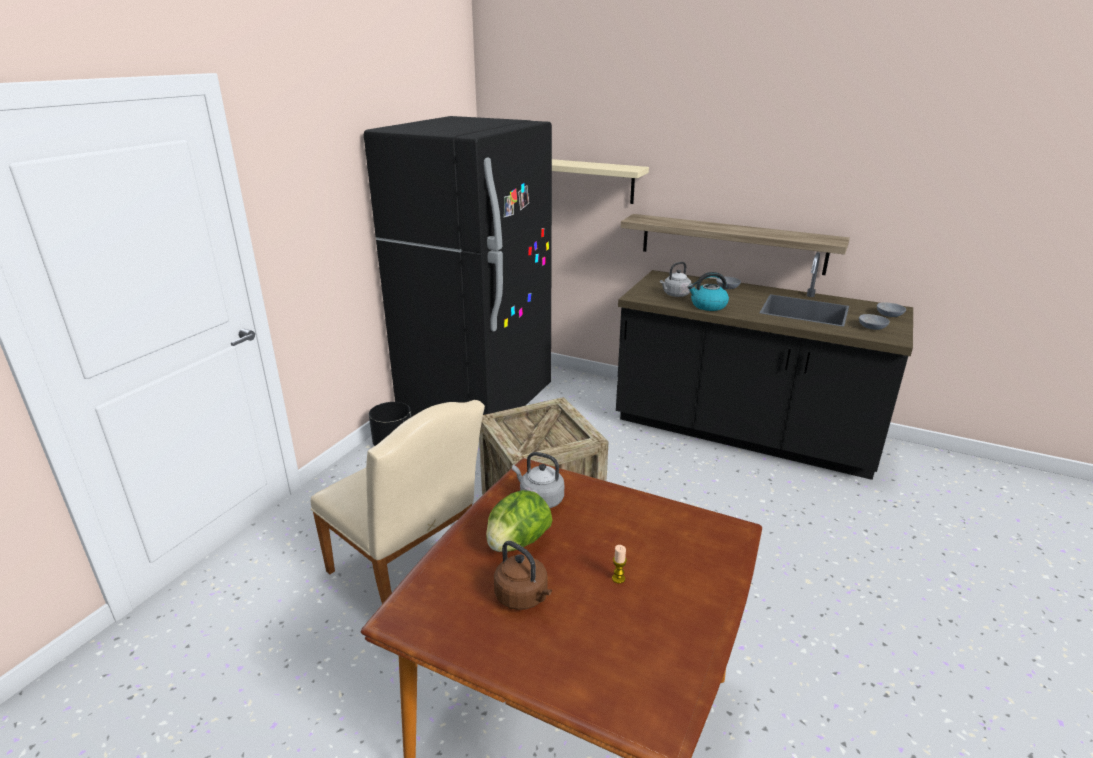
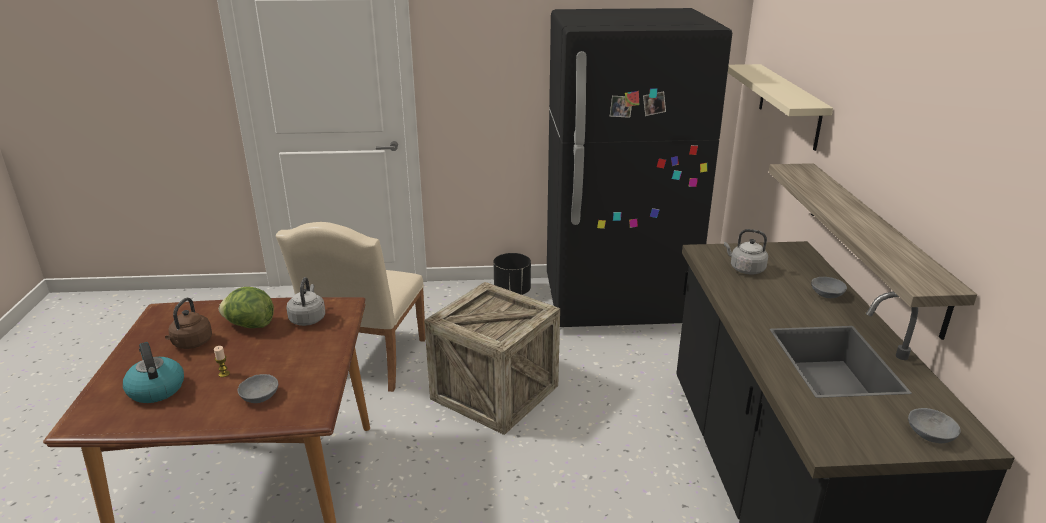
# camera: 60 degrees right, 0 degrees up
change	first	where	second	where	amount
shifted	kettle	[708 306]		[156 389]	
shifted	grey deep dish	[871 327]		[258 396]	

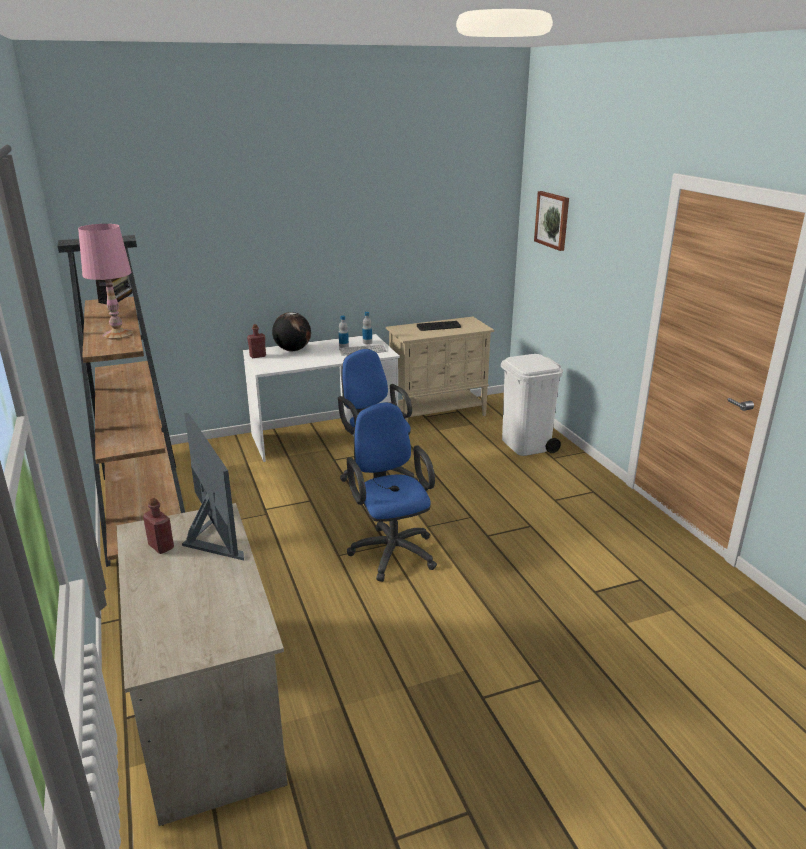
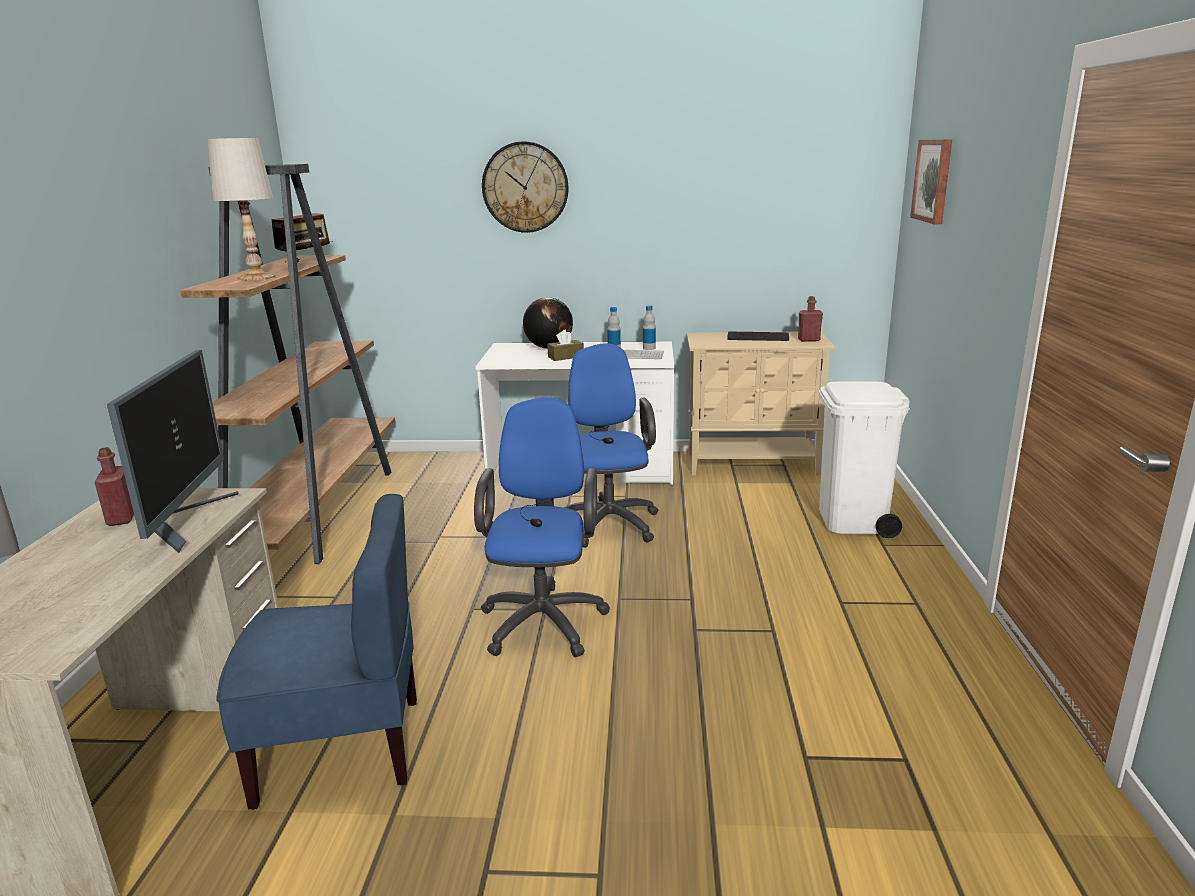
# camera: 25 degrees right, 5 degrees down
change	first	where	second	where	amount
repainted	pink-coloured table lamp	[118 334]	white table lamp	[257 277]	
shifted	red beverage bottle	[258 356]		[809 340]	
new			clock on the wall	[525 187]	
new			brownish tissue box	[566 357]	
new			blue upright chair	[341 748]	

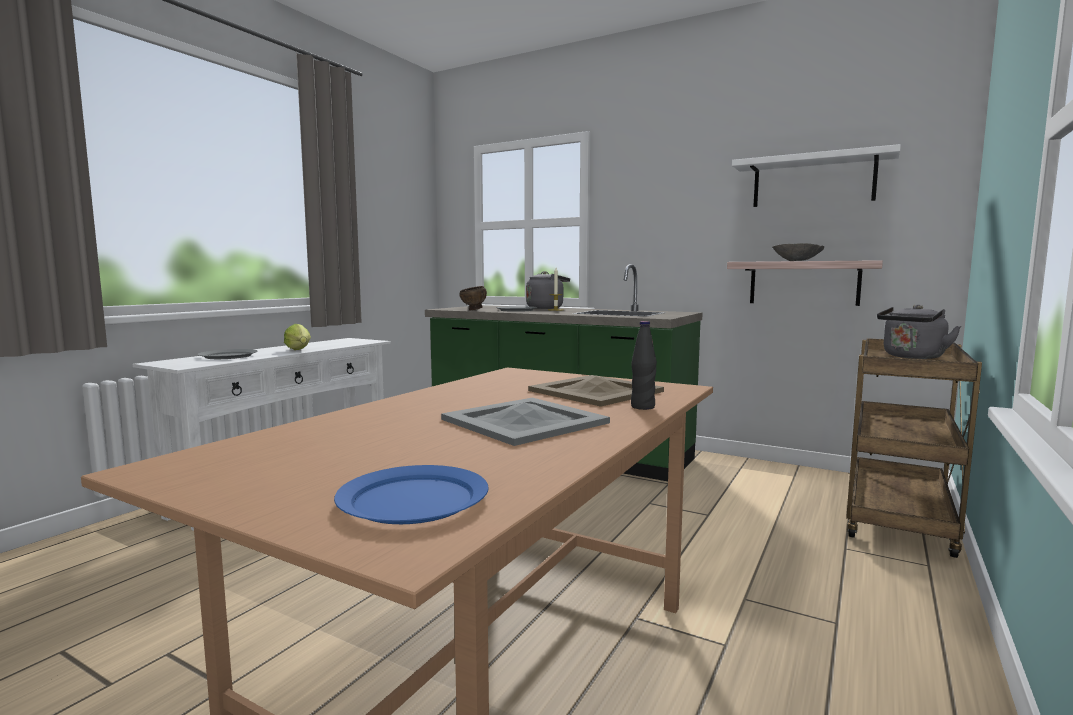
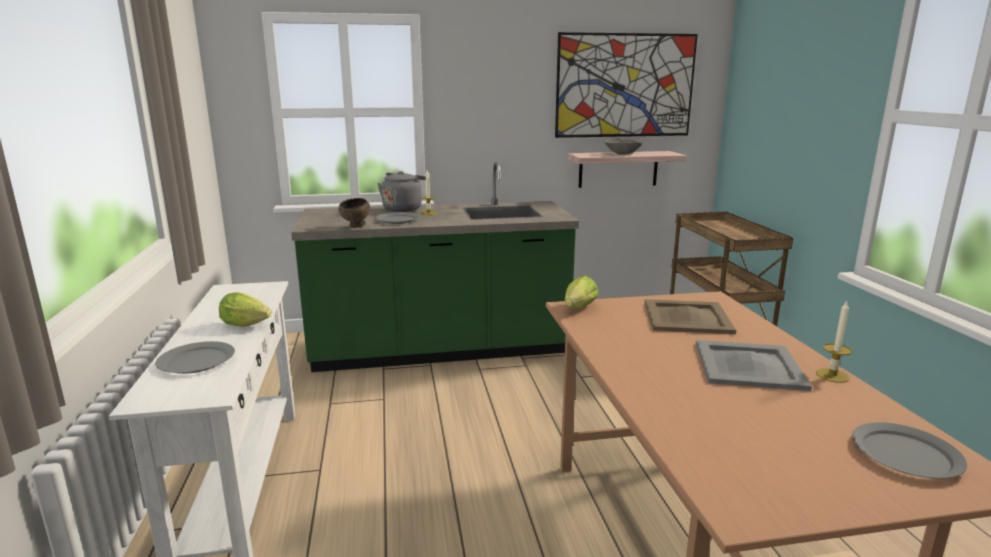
# camera: 40 degrees left, 10 degrees up
change	first	where	second	where	amount
swapped	white bracket shelf	[813 181]	picture	[625 86]	
gone	grey kettle	[912 357]			
gone	black beverage bottle	[642 407]			
repainted	blue plate	[412 500]	grey plate	[906 455]	
new			lettuce	[578 309]	
new			wax candle	[832 375]	

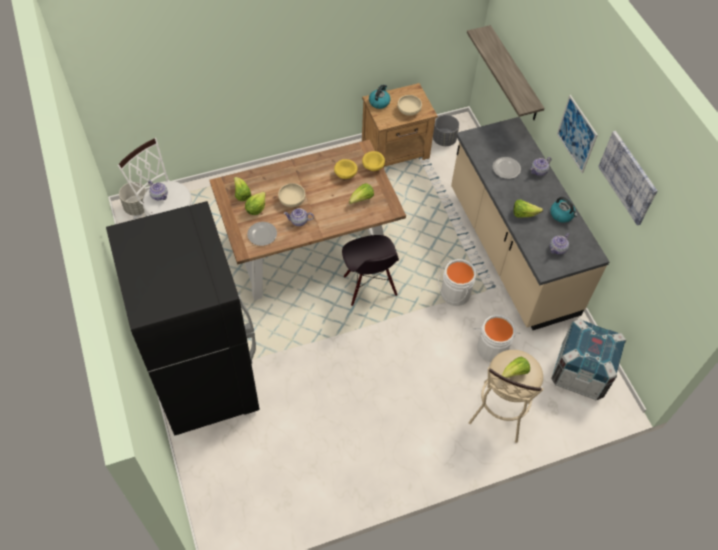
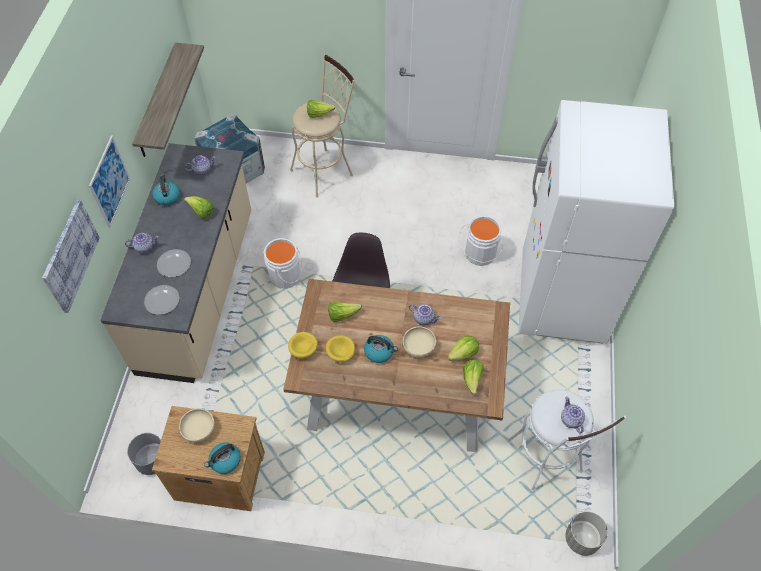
# camera: 150 degrees left, 0 degrees up
change	first	where	second	where	amount
shifted	bracket shelf	[514 74]		[157 101]	
shifted	picture	[628 177]		[70 256]	
repainted	black refrigerator	[205 380]	white refrigerator	[562 298]	
shifted	plate	[261 234]		[162 301]	
shifted	white bucket	[492 347]		[479 254]	
new			kettle	[379 352]	

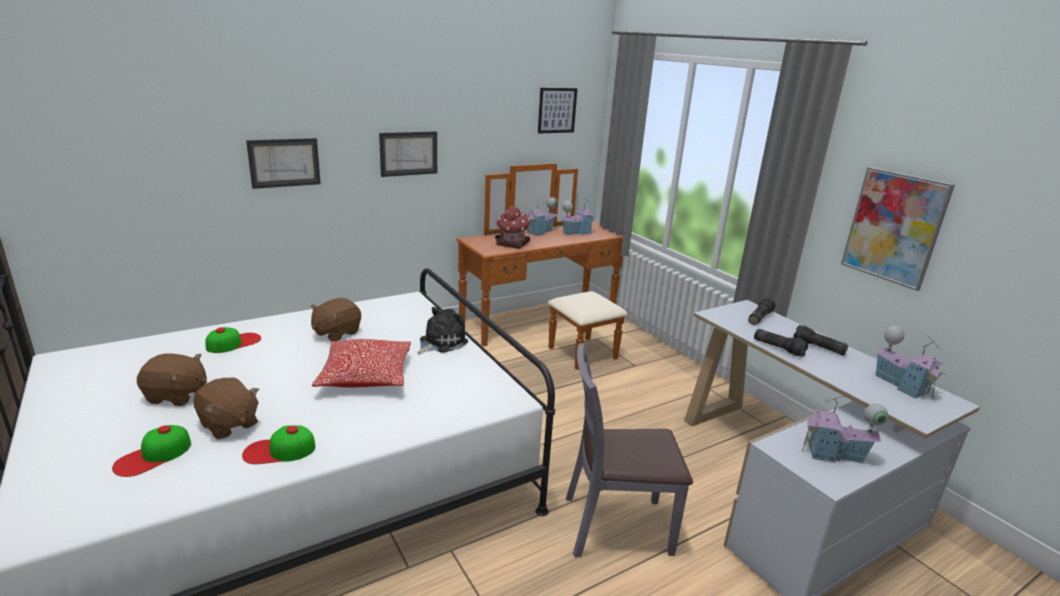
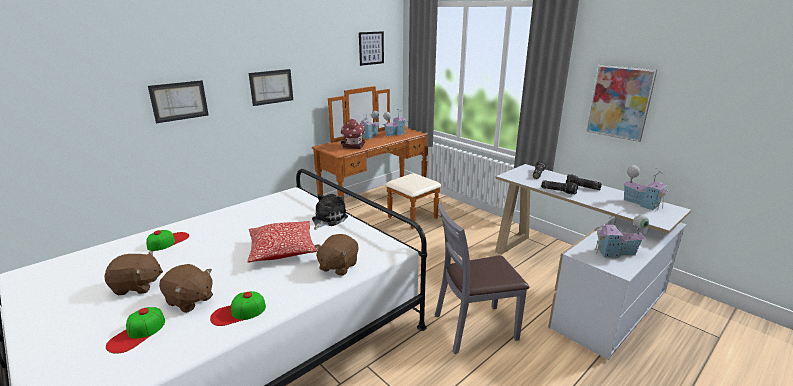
# camera: 10 degrees left, 0 degrees up
change	first	where	second	where	amount
shifted	brownish soft toy	[336 333]		[338 266]	

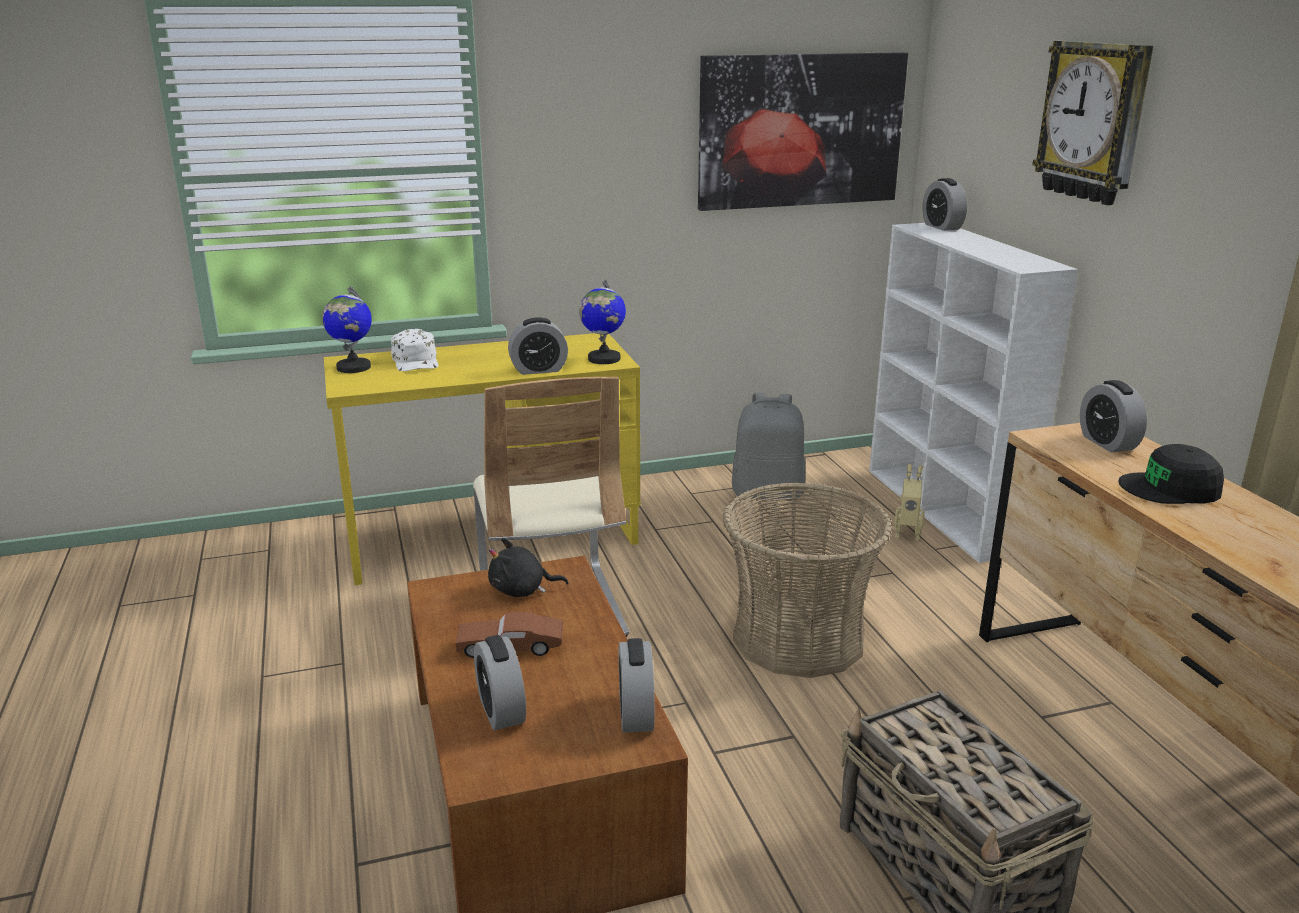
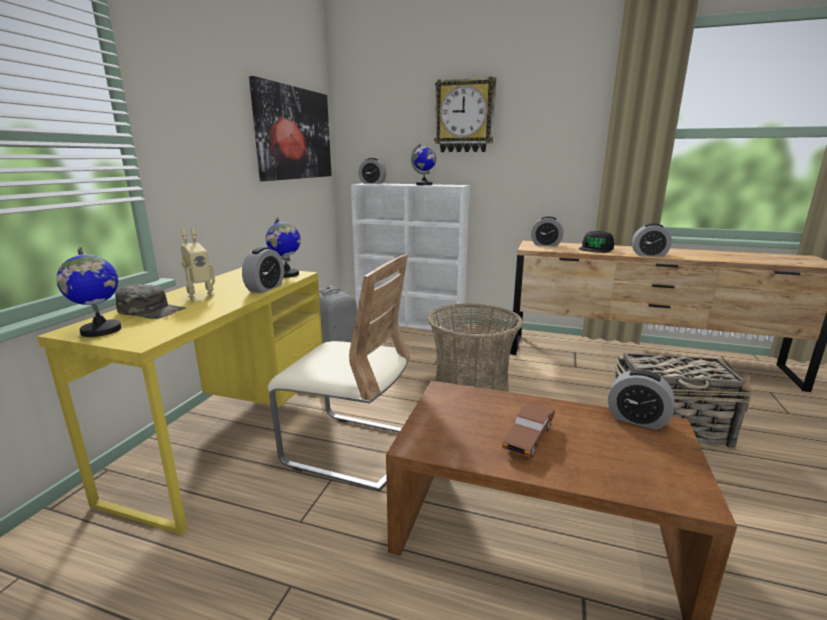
# camera: 55 degrees left, 5 degrees down
change	first	where	second	where	amount
repainted	white cap	[416 361]	greenish cap	[152 310]	
shifted	robot figure	[907 534]		[200 295]	
gone	black soft toy	[522 590]			
shifted	bedside clock	[501 711]		[649 255]	
new			world globe	[424 184]	

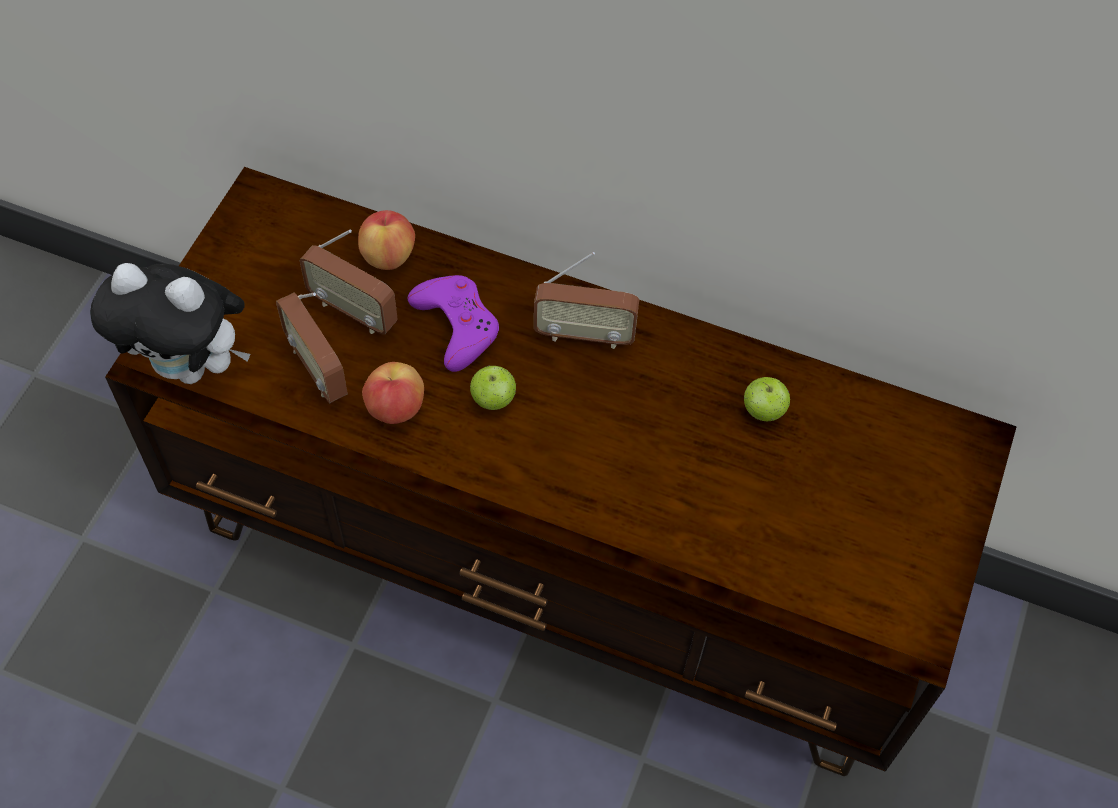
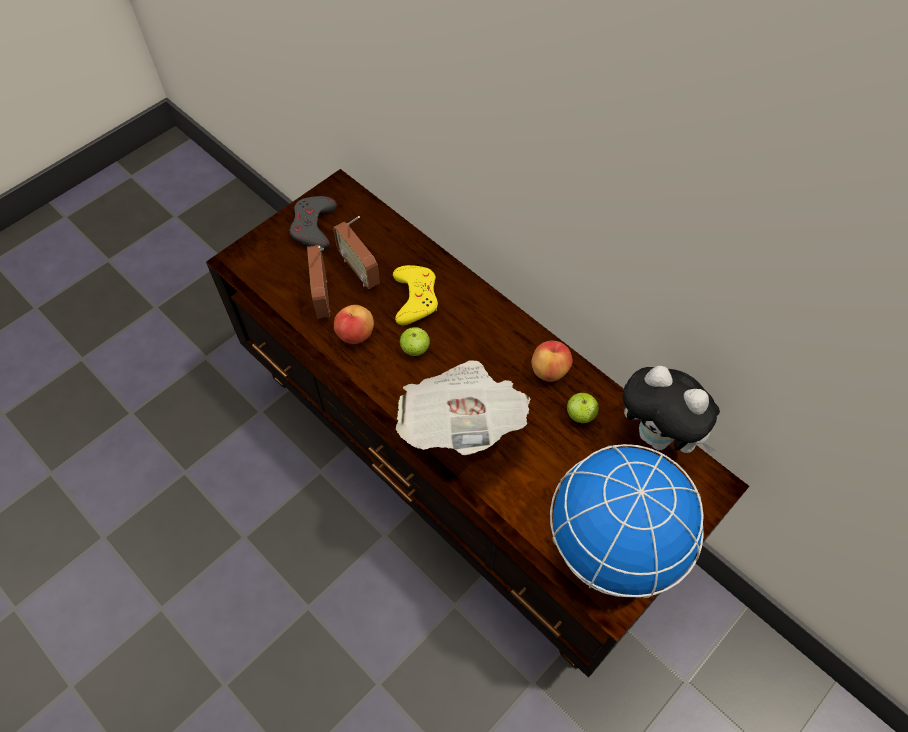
# camera: 25 degrees right, 0 degrees up
change	first	where	second	where	amount
shifted	whole apple	[388 256]		[549 370]	
gone	radio receiver	[584 335]			
shifted	soft toy	[191 366]		[658 436]	
repainted	purplish joypad	[456 325]	yellow-coloured joypad	[415 298]	
new			grey joypad	[314 227]	
new			daily paper	[461 421]	
new			world globe	[614 546]	

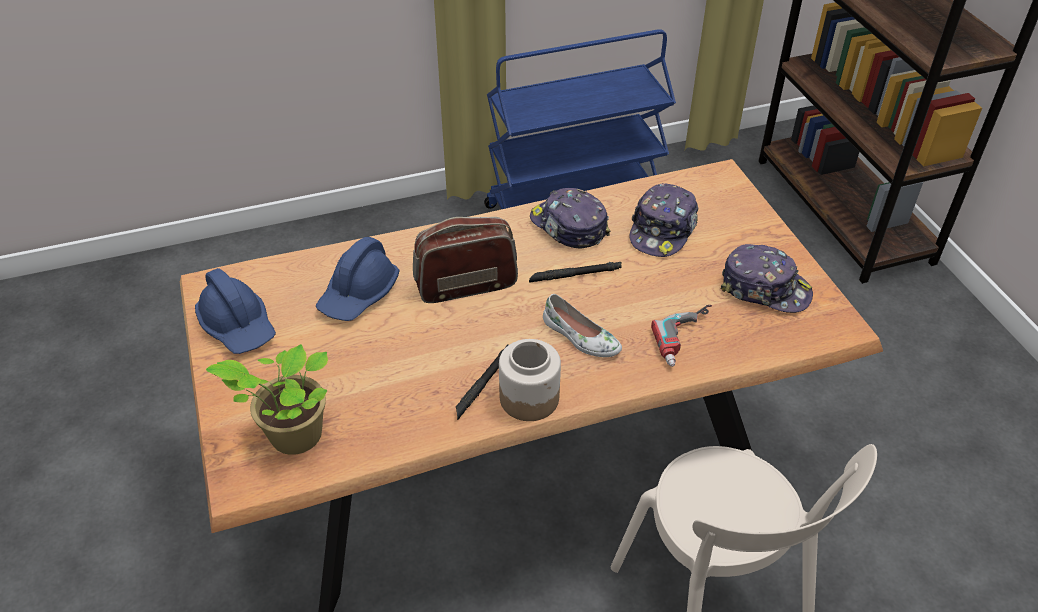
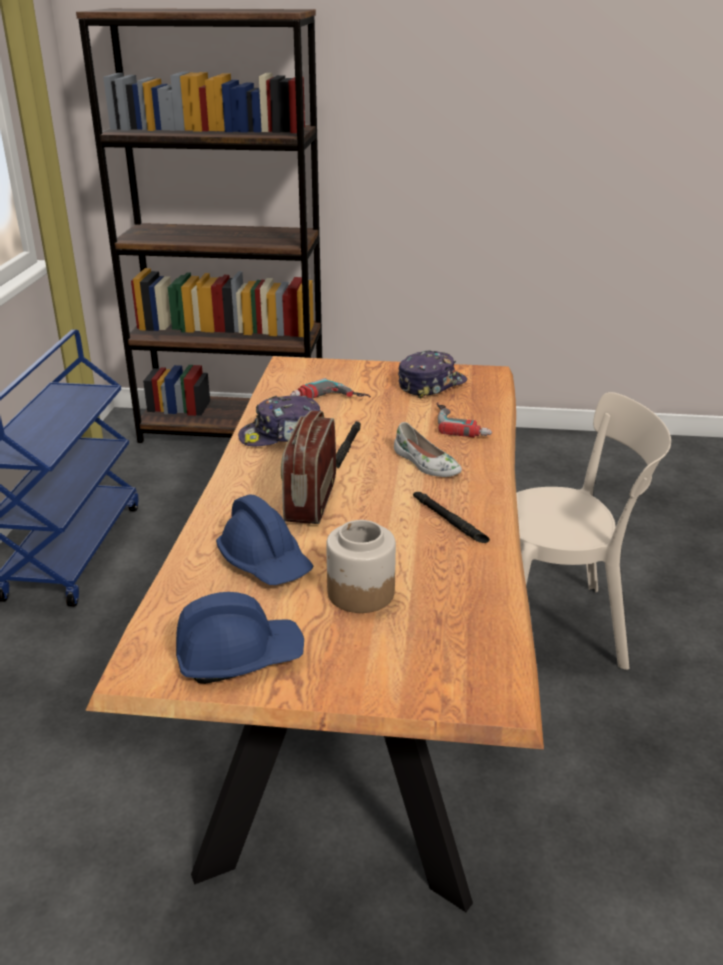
# camera: 65 degrees left, 15 degrees down
change	first	where	second	where	amount
swapped	cap	[663 230]	power drill	[329 400]	
rotated	white item of footwear	[580 337]		[425 464]	75 degrees clockwise
shifted	preserve jar	[529 397]		[360 592]	
gone	plant in a pot	[291 436]			

